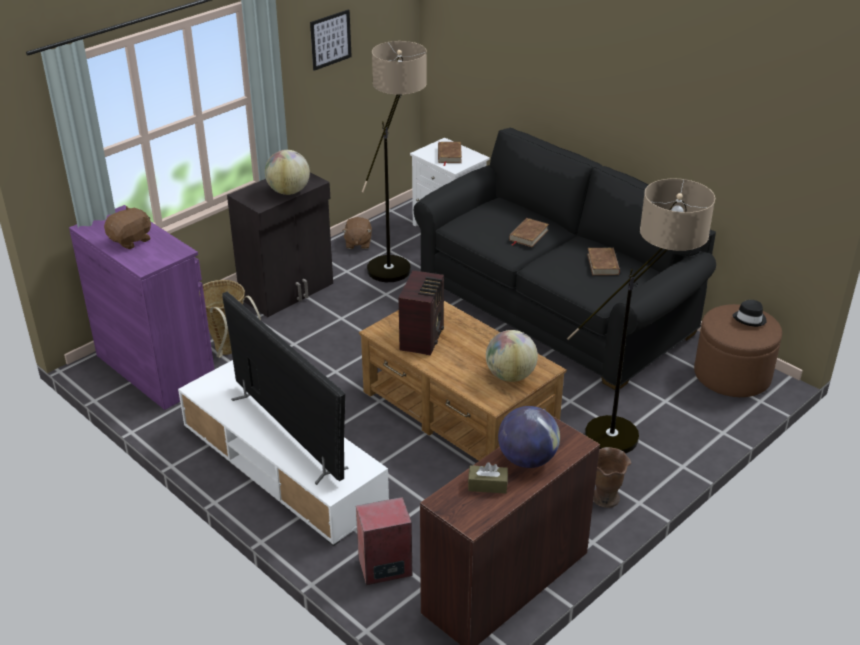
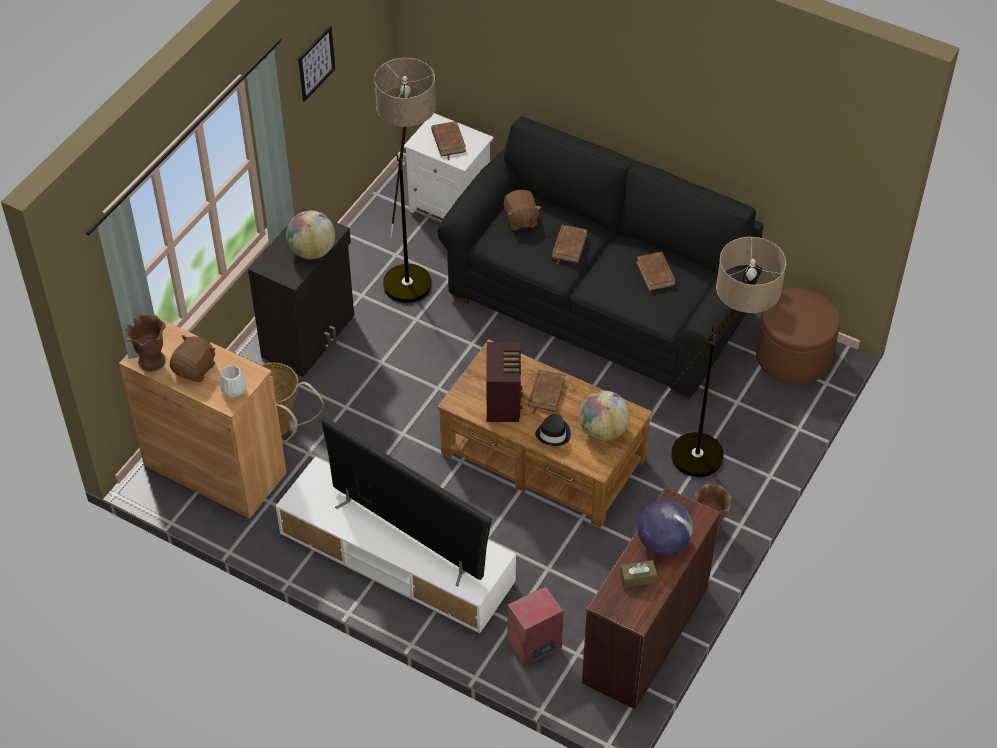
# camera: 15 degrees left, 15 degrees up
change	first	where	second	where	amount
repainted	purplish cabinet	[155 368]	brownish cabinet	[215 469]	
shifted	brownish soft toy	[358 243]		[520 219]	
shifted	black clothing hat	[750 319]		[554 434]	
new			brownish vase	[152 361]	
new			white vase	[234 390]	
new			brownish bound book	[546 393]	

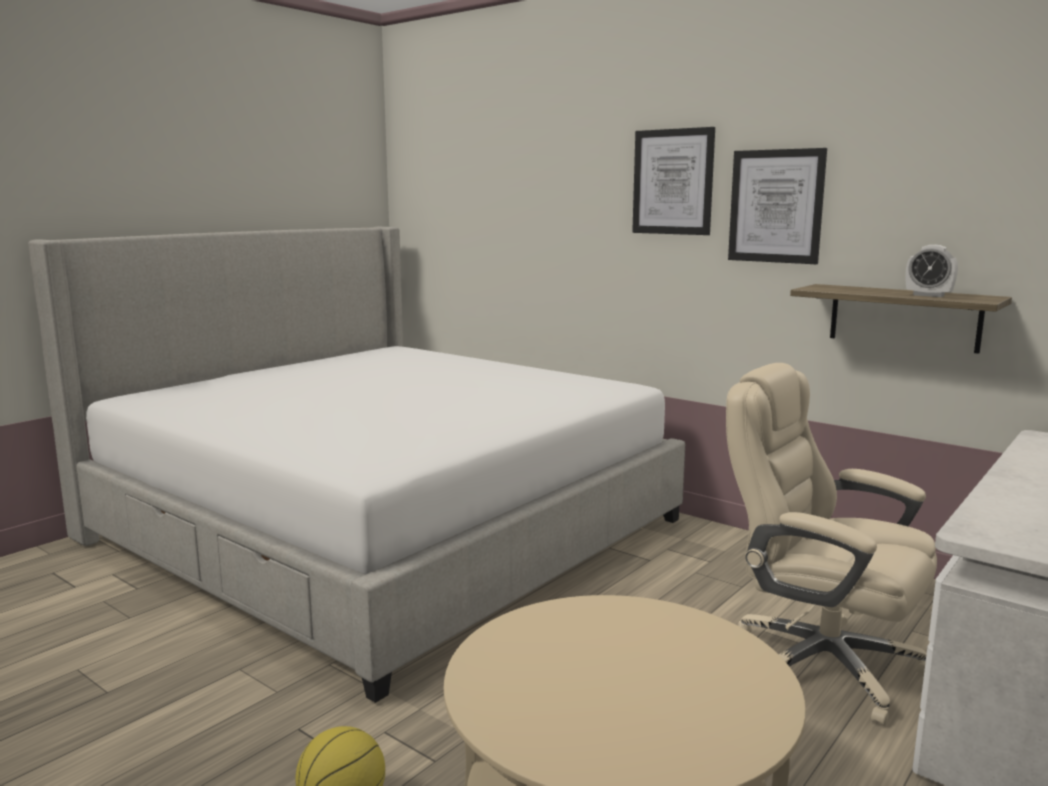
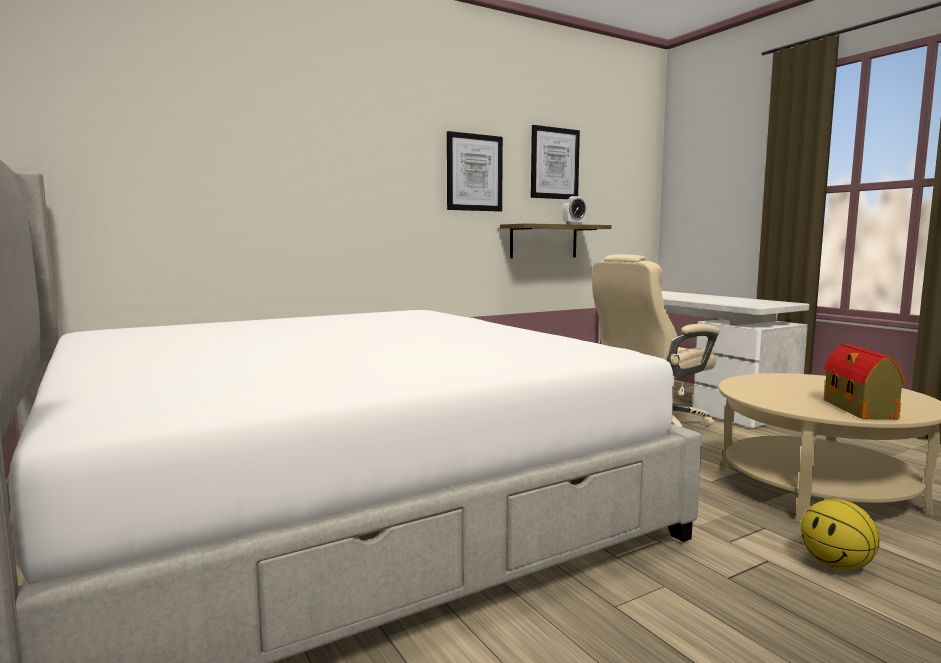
# camera: 70 degrees left, 5 degrees down
change	first	where	second	where	amount
shifted	picture	[673 182]		[554 163]	
new			model house	[860 410]	

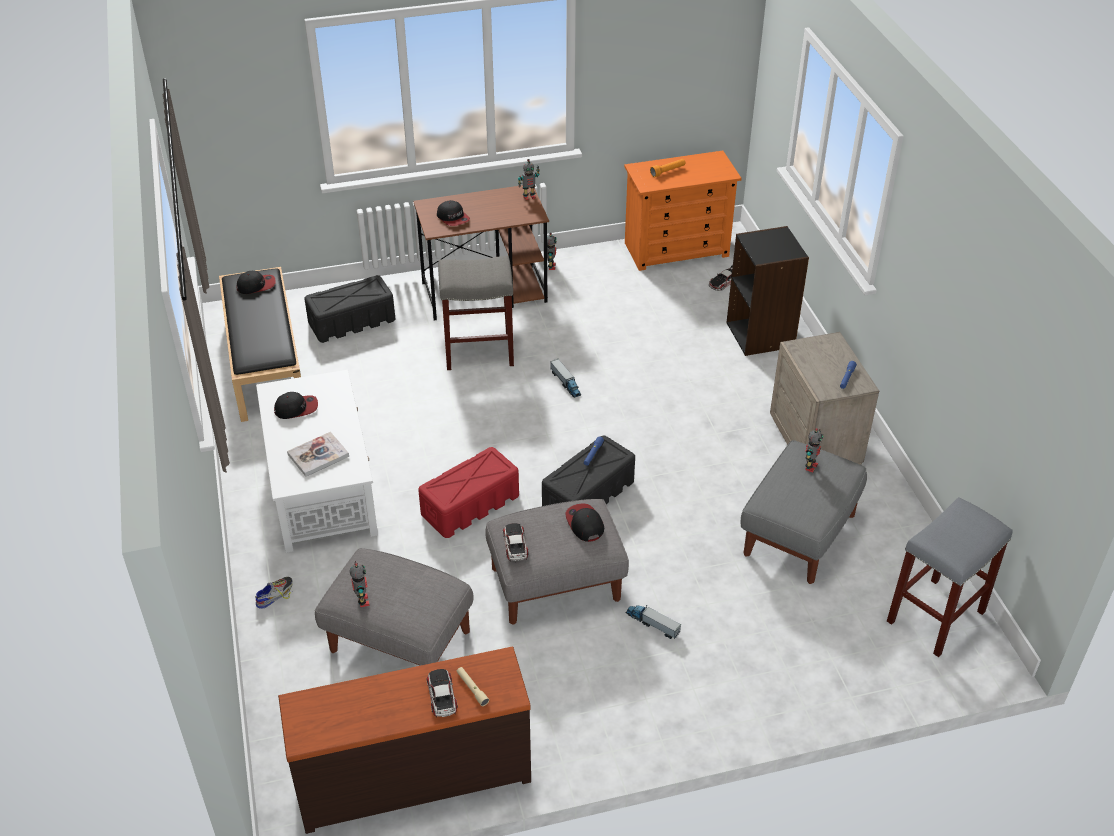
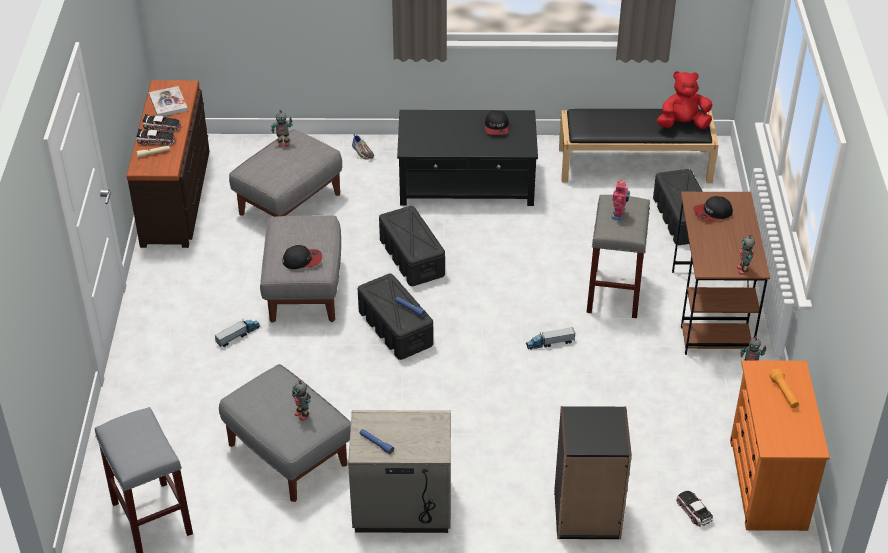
# camera: 105 degrees right, 0 degrees up
change	first	where	second	where	amount
swapped	cap	[256 285]	red soft toy	[683 124]	
repainted	white coffee table	[322 485]	black coffee table	[467 182]	
shifted	bound book	[318 455]		[168 103]	
repainted	red storage bin	[469 505]	black storage bin	[411 257]	
shifted	miniature car	[515 545]		[162 126]	
new			robot figure	[619 215]	

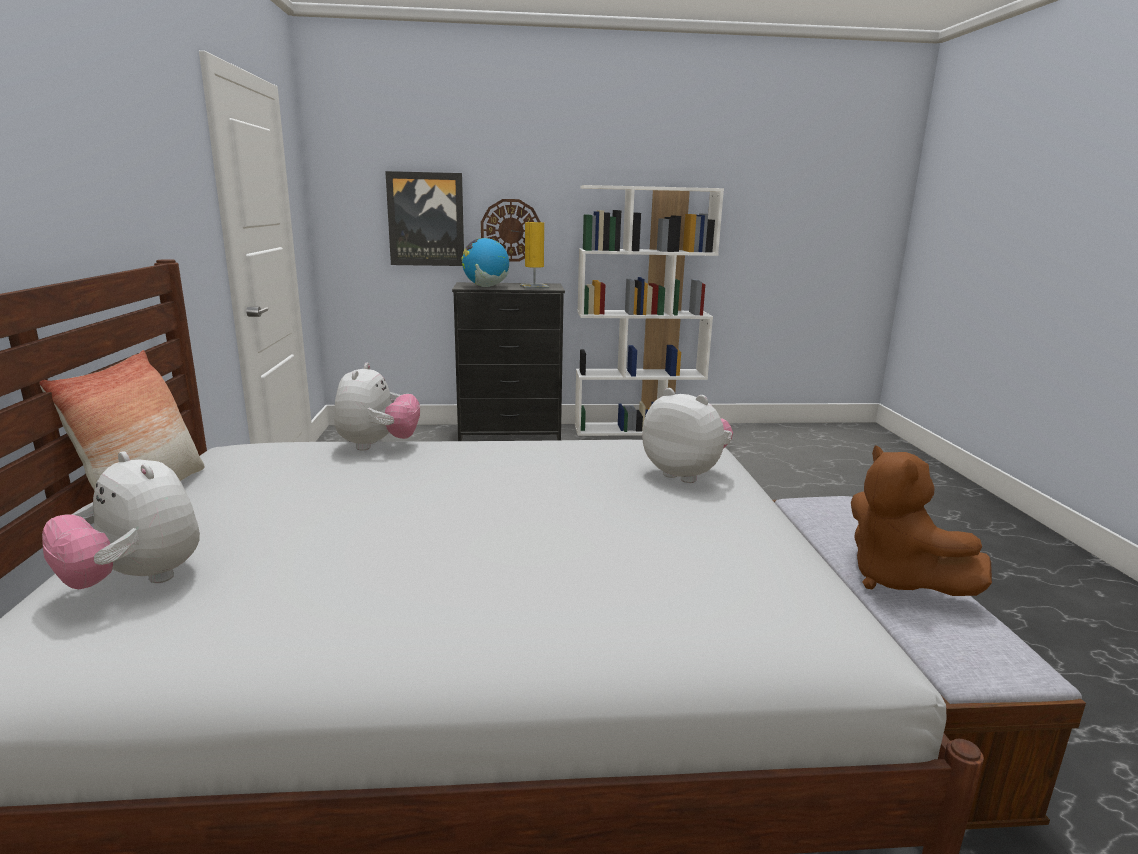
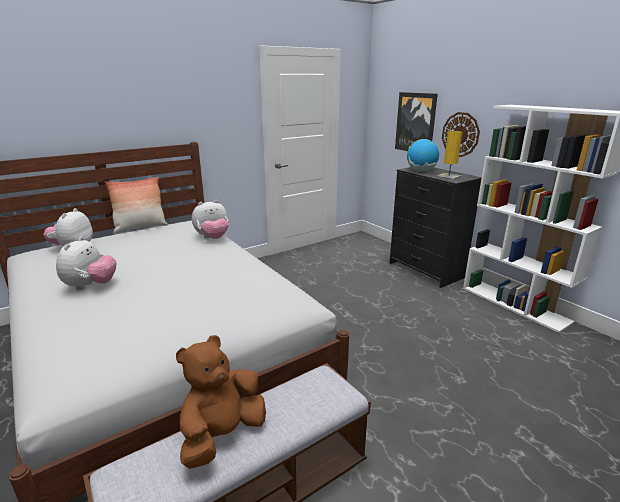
# camera: 60 degrees right, 5 degrees up
change	first	where	second	where	amount
shifted	soft toy	[685 474]		[91 286]	

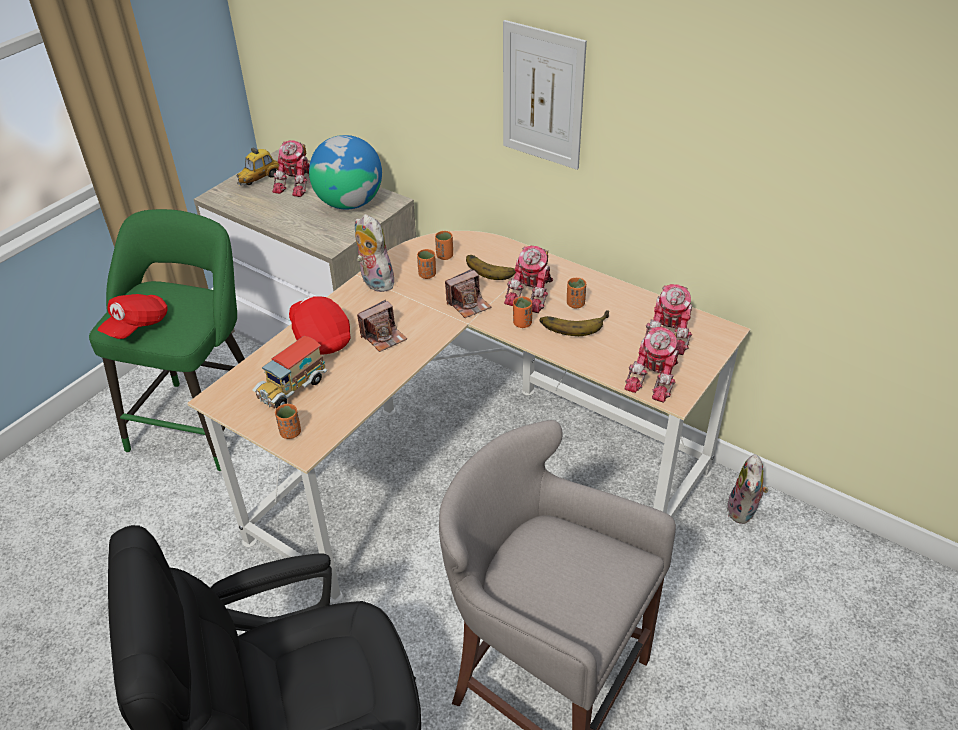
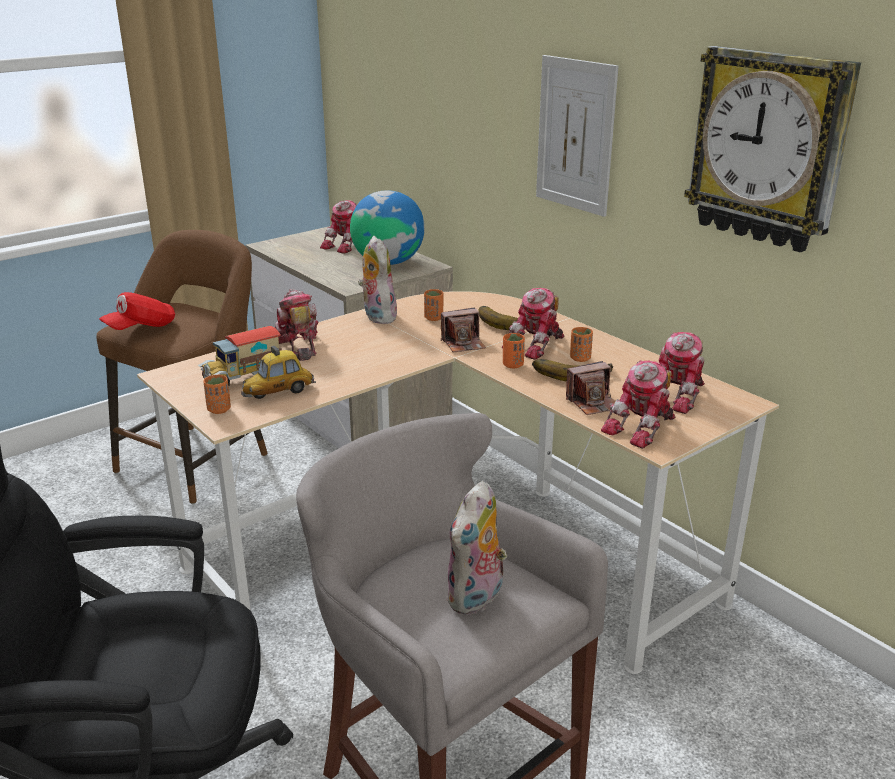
# camera: 15 degrees right, 15 degrees down
change	first	where	second	where	amount
shifted	miniature car	[260 179]		[278 393]	
repainted	greenish stool seat	[201 419]	brownish stool seat	[198 459]	
gone	orangey cup	[444 256]			
swapped	red cap	[321 336]	robot figure	[298 346]	
shifted	still camera	[383 336]		[593 403]	
shifted	soft toy	[743 511]		[477 599]	
new			clock on the wall	[768 148]	

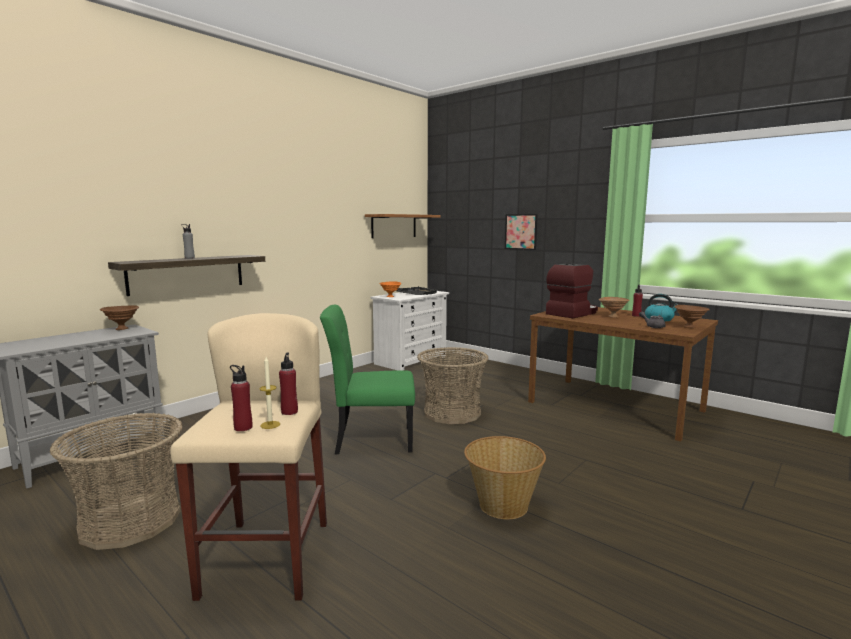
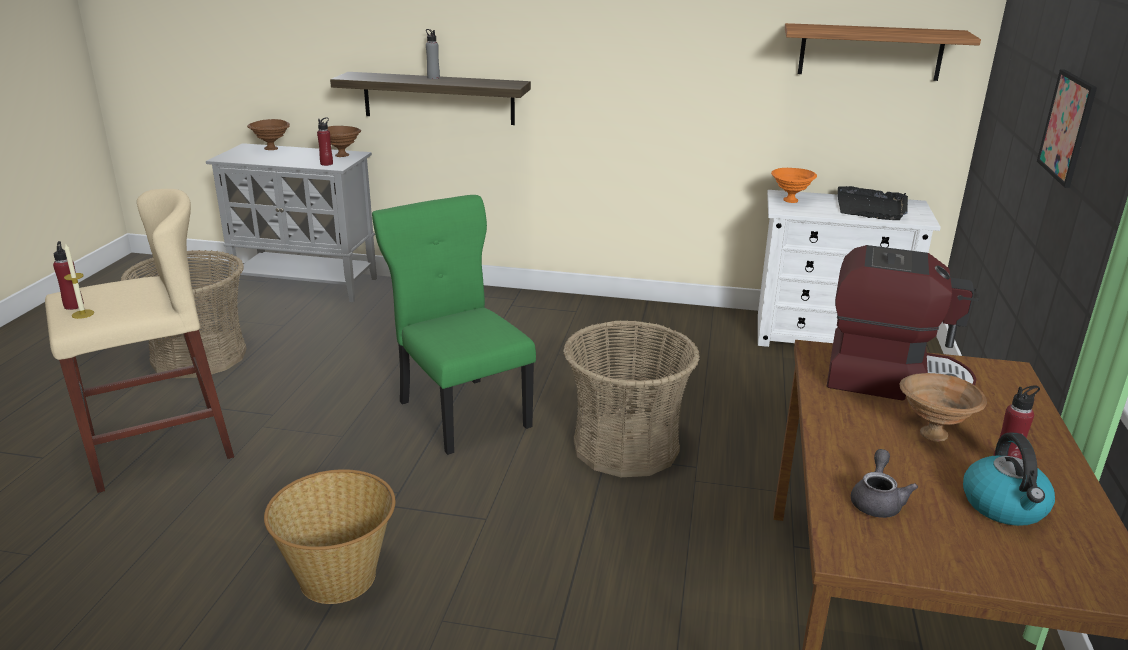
# camera: 60 degrees right, 15 degrees up
change	first	where	second	where	amount
shifted	brownish deep dish	[689 327]		[272 149]	
shifted	red beverage bottle	[289 412]		[326 164]	

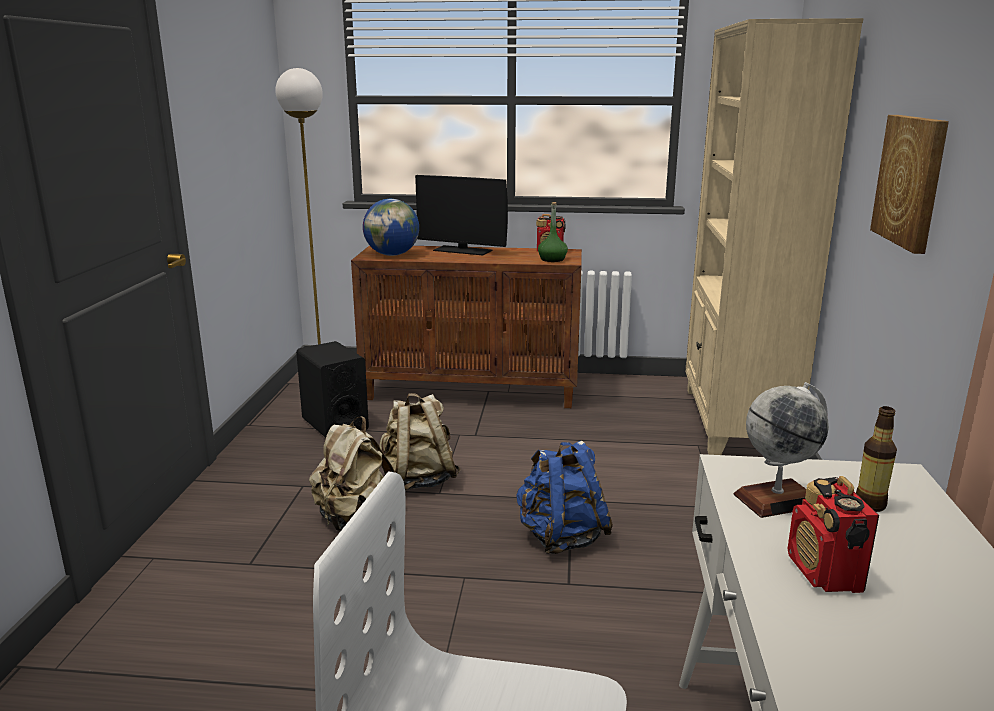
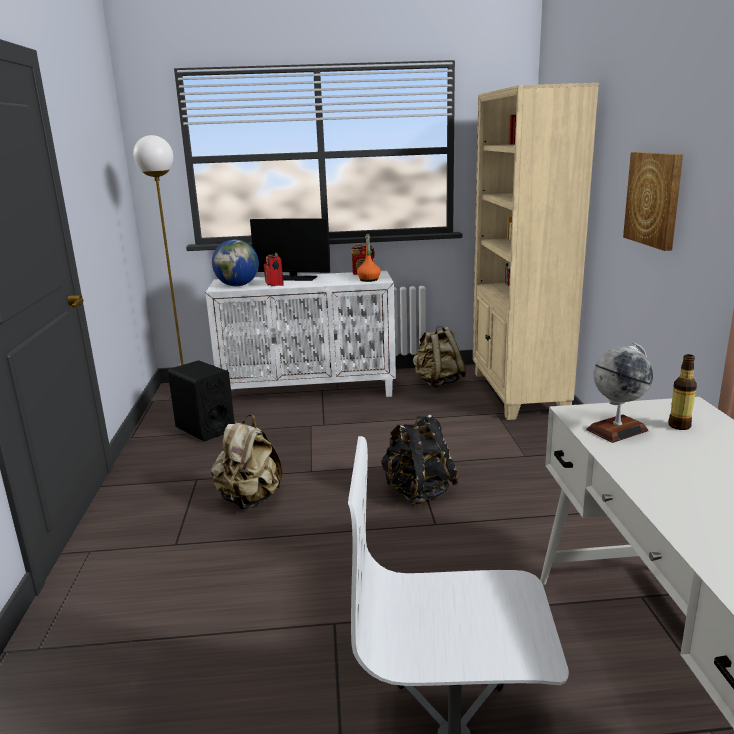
# camera: 10 degrees left, 0 degrees up
change	first	where	second	where	amount
repainted	greenish beverage bottle	[552 259]	orangey beverage bottle	[369 280]	
repainted	brownish cabinet	[472 391]	white cabinet	[309 392]	
shifted	beige-coloured knapsack	[418 480]		[438 382]	
repainted	blue knapsack	[561 538]	black knapsack	[418 492]	
shifted	radio receiver	[825 574]		[274 284]	

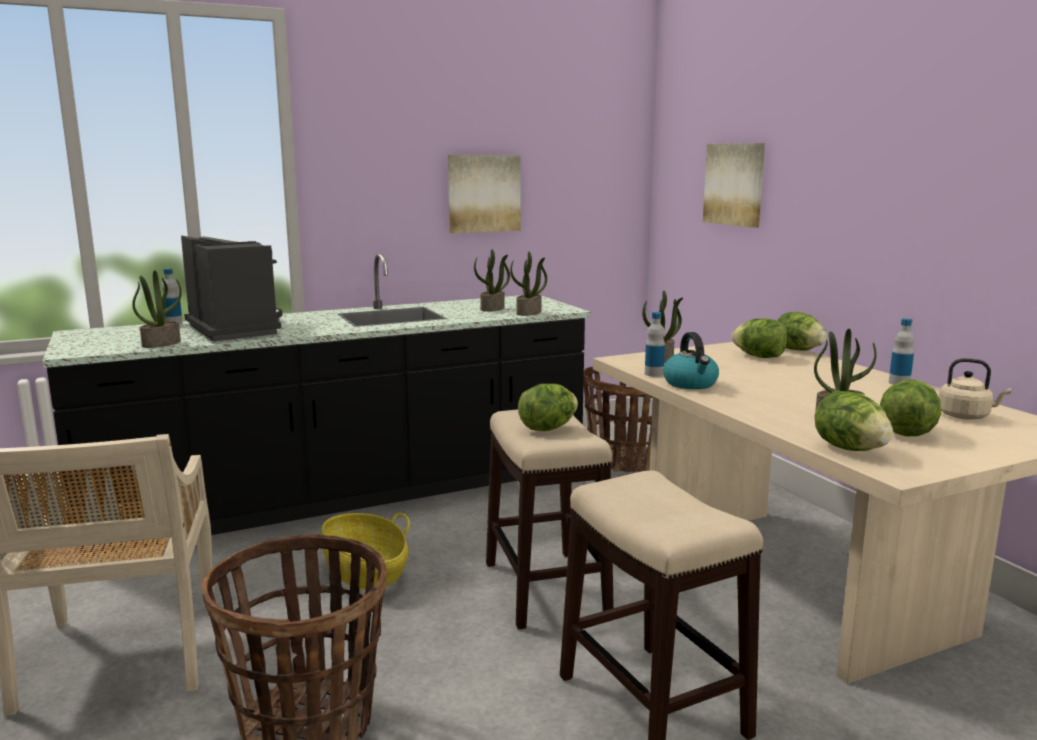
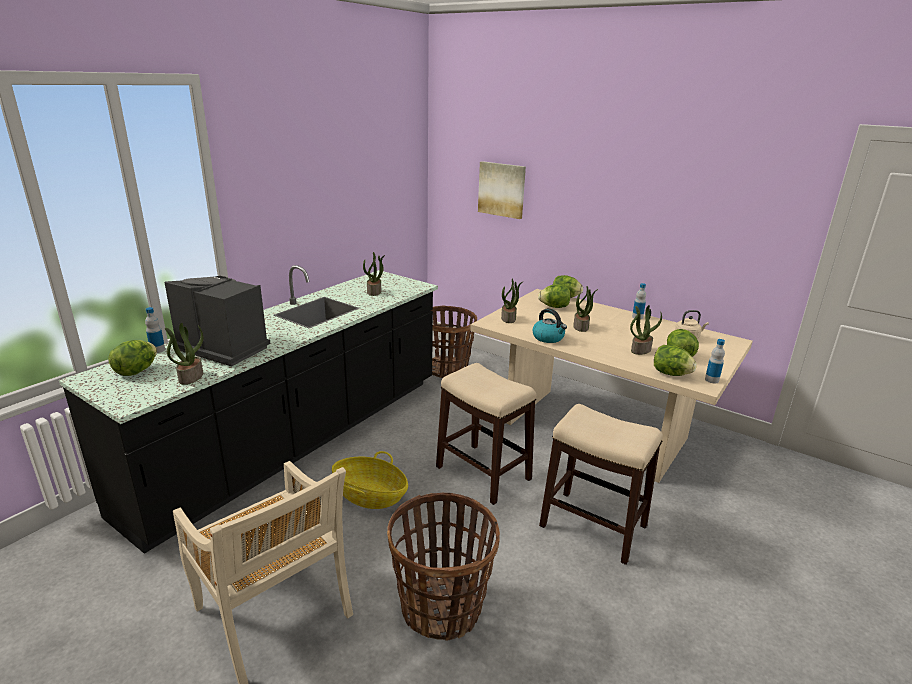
# camera: 30 degrees left, 10 degrees up
change	first	where	second	where	amount
gone	picture	[483 193]			
shifted	plant in a pot	[529 313]		[581 327]	
shifted	beverage bottle	[654 374]		[711 380]	
shifted	lettuce	[548 428]		[136 371]	

